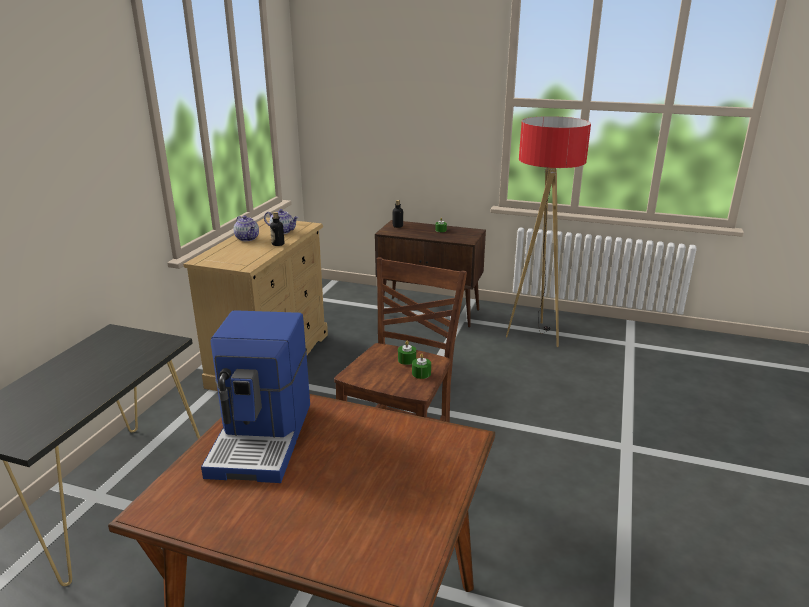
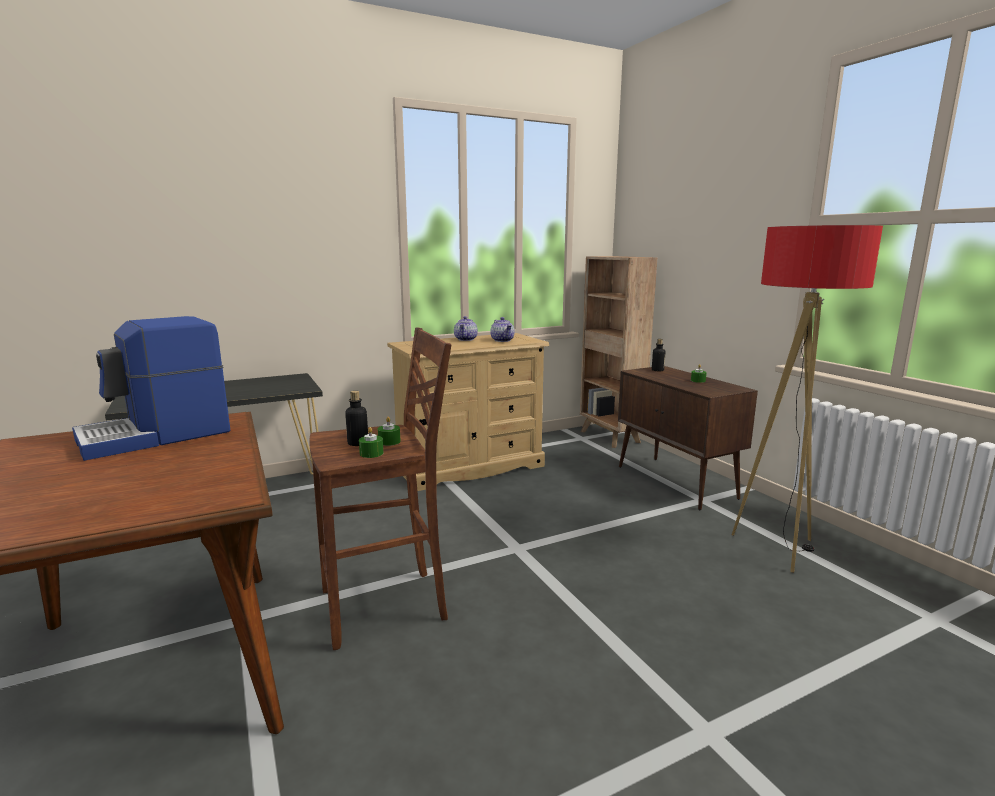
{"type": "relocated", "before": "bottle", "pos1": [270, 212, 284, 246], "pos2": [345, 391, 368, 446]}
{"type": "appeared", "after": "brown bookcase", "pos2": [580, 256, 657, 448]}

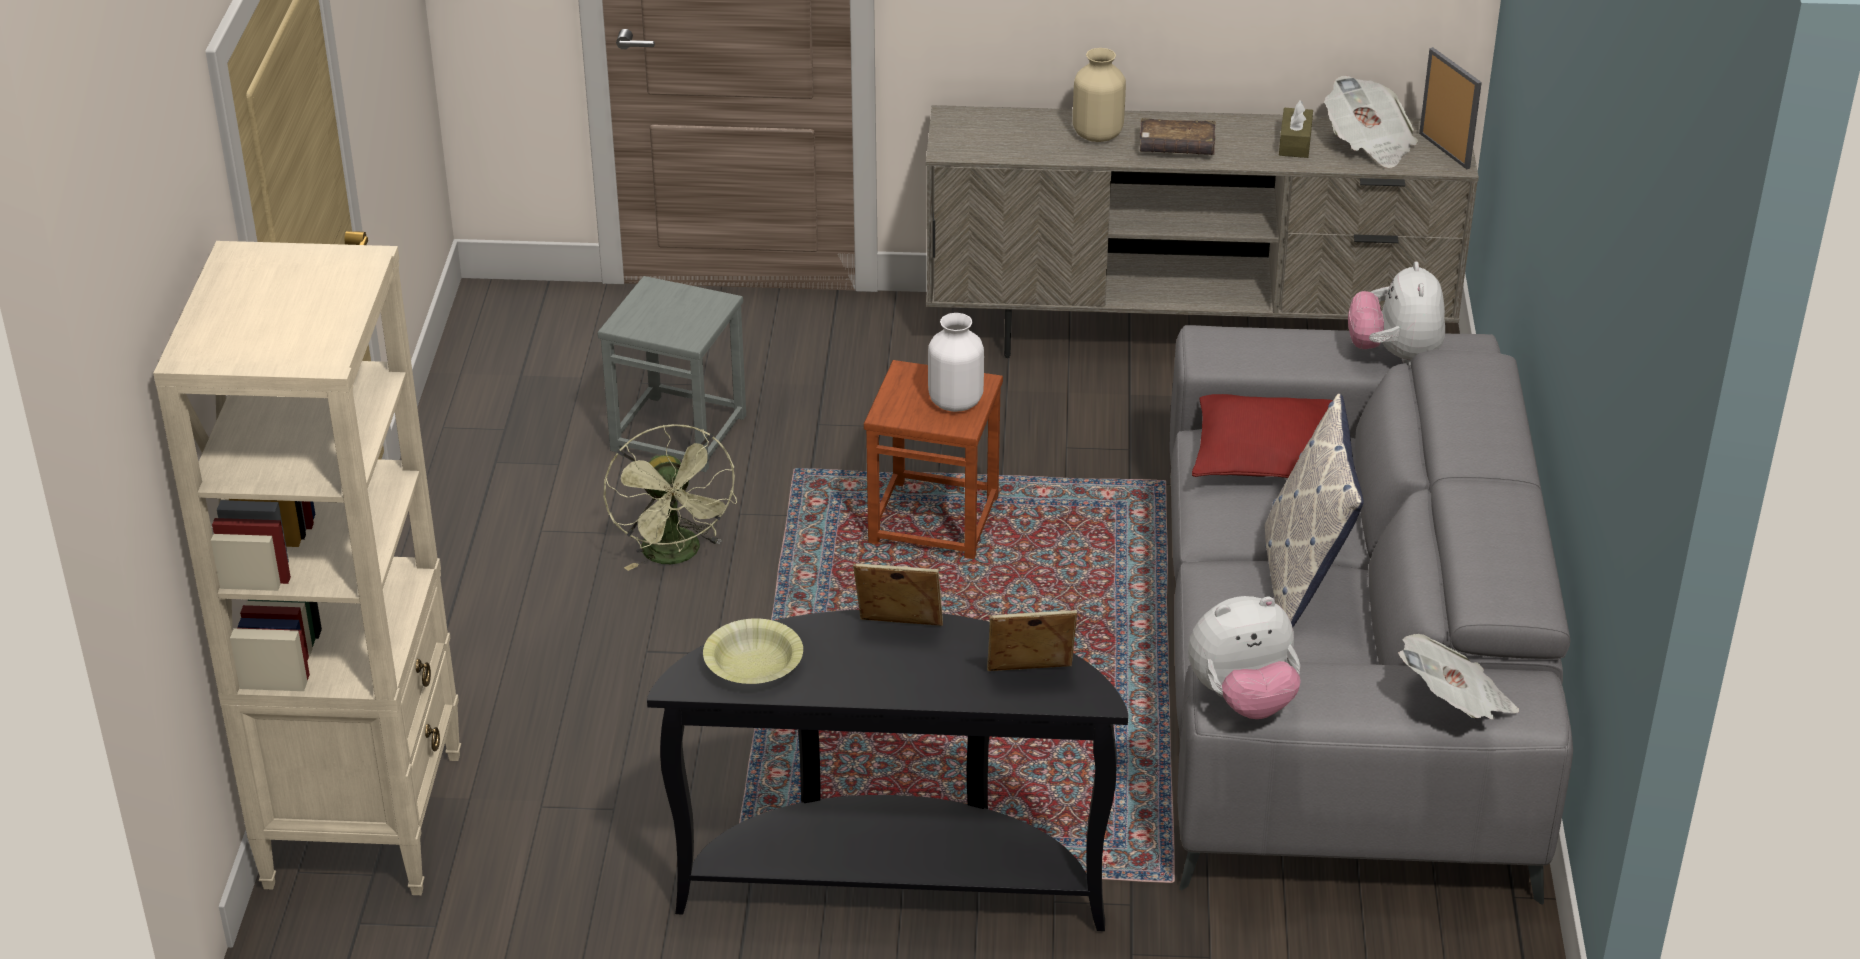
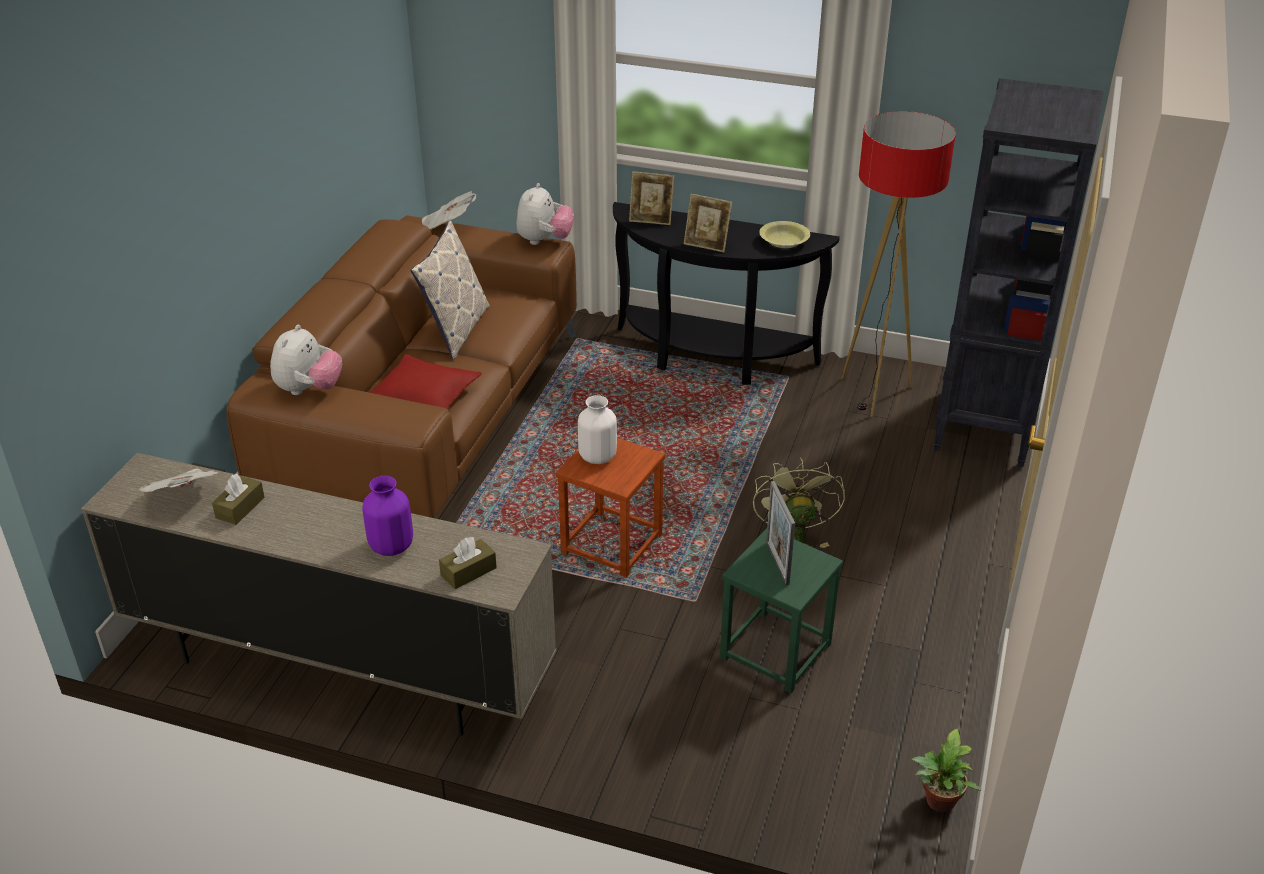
{"type": "relocated", "before": "picture frame", "pos1": [1419, 47, 1482, 169], "pos2": [766, 481, 795, 585]}
{"type": "colour", "before": "beige vase", "after": "purple vase", "pos1": [1073, 48, 1126, 142], "pos2": [362, 476, 413, 556]}
{"type": "missing", "before": "brown book", "pos1": [1140, 118, 1216, 155]}
{"type": "colour", "before": "beige bookcase", "after": "black bookcase", "pos1": [153, 241, 461, 895], "pos2": [934, 78, 1104, 467]}
{"type": "colour", "before": "grey stool", "after": "green stool", "pos1": [598, 276, 746, 472], "pos2": [720, 528, 843, 693]}
{"type": "colour", "before": "grey sofa", "after": "brown sofa", "pos1": [1169, 325, 1573, 905], "pos2": [227, 215, 577, 518]}
{"type": "spun", "before": "plush toy", "pos1": [1188, 596, 1301, 719], "pos2": [516, 183, 574, 245], "turn": 105}
{"type": "appeared", "after": "floor lamp", "pos2": [842, 111, 956, 417]}
{"type": "appeared", "after": "brown tissue box", "pos2": [439, 537, 497, 589]}
{"type": "appeared", "after": "potted plant", "pos2": [912, 728, 981, 812]}

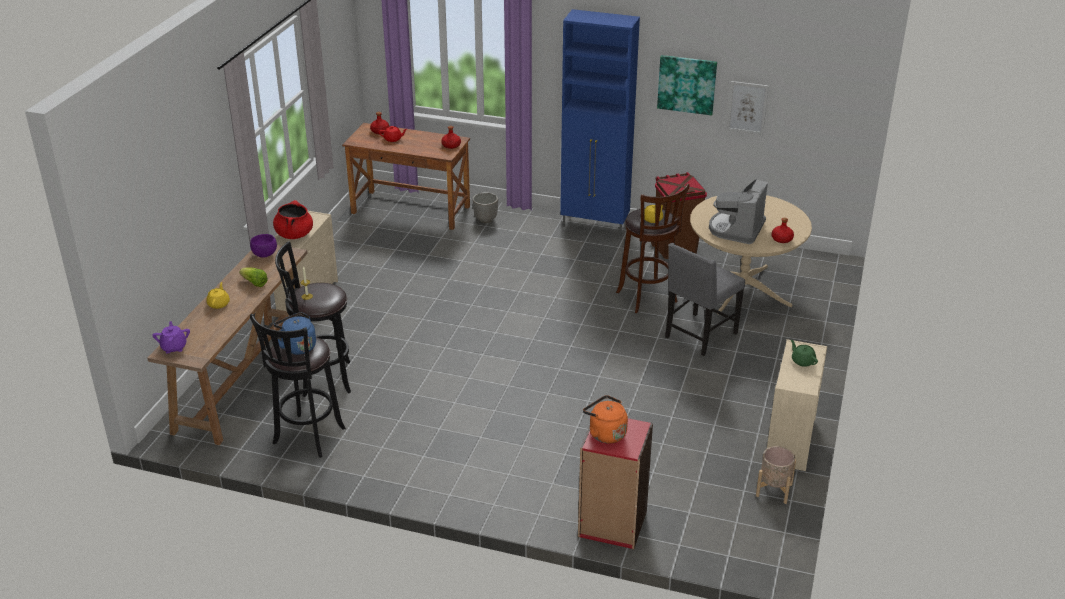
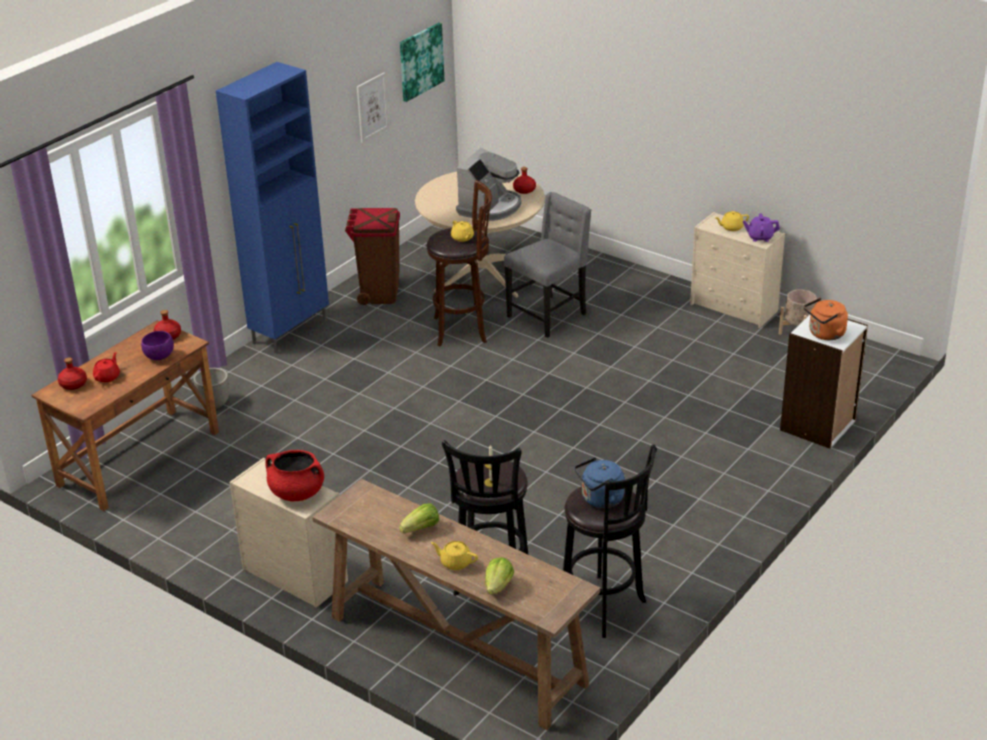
{"type": "relocated", "before": "picture", "pos1": [657, 55, 717, 115], "pos2": [400, 23, 444, 102]}
{"type": "spun", "before": "coffee machine", "pos1": [709, 179, 768, 244], "pos2": [456, 148, 521, 221], "turn": -105}
{"type": "relocated", "before": "purple bowl", "pos1": [250, 234, 277, 257], "pos2": [141, 331, 174, 360]}
{"type": "spun", "before": "grey chair", "pos1": [665, 243, 745, 356], "pos2": [504, 192, 591, 338], "turn": -105}
{"type": "relocated", "before": "purple teapot", "pos1": [152, 321, 190, 354], "pos2": [743, 213, 780, 242]}
{"type": "colour", "before": "green teapot", "after": "yellow teapot", "pos1": [791, 340, 818, 367], "pos2": [715, 211, 749, 231]}
{"type": "colour", "before": "red bookcase", "after": "white bookcase", "pos1": [578, 418, 653, 549], "pos2": [780, 315, 868, 449]}
{"type": "appeared", "after": "lettuce", "pos2": [485, 557, 514, 594]}

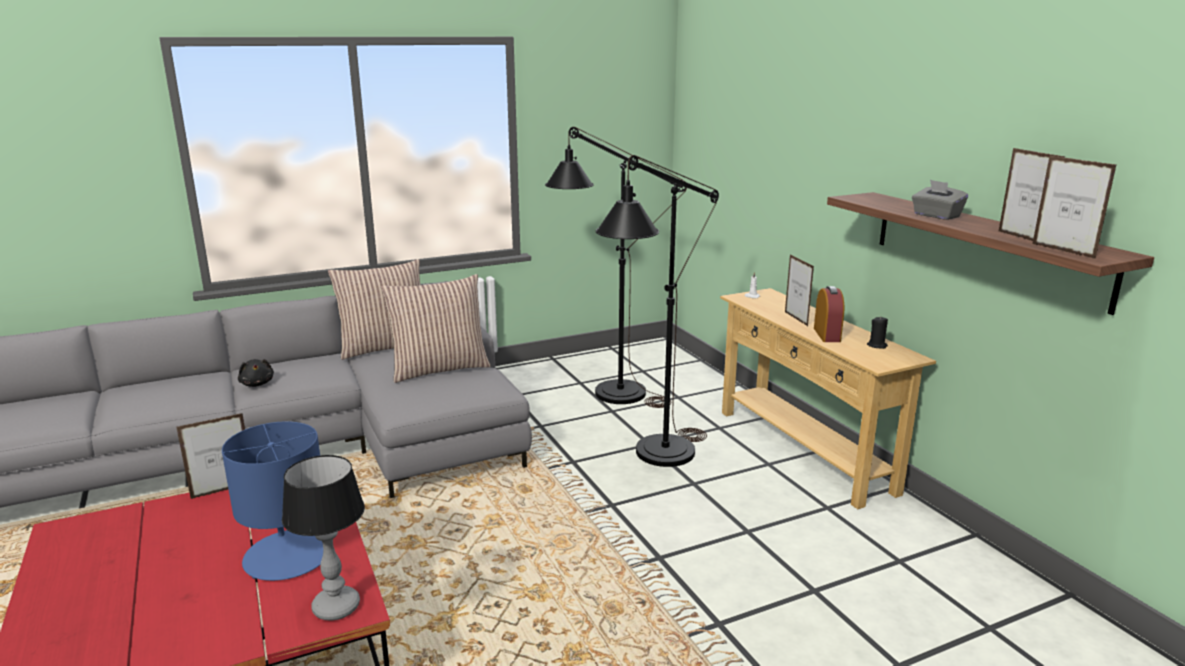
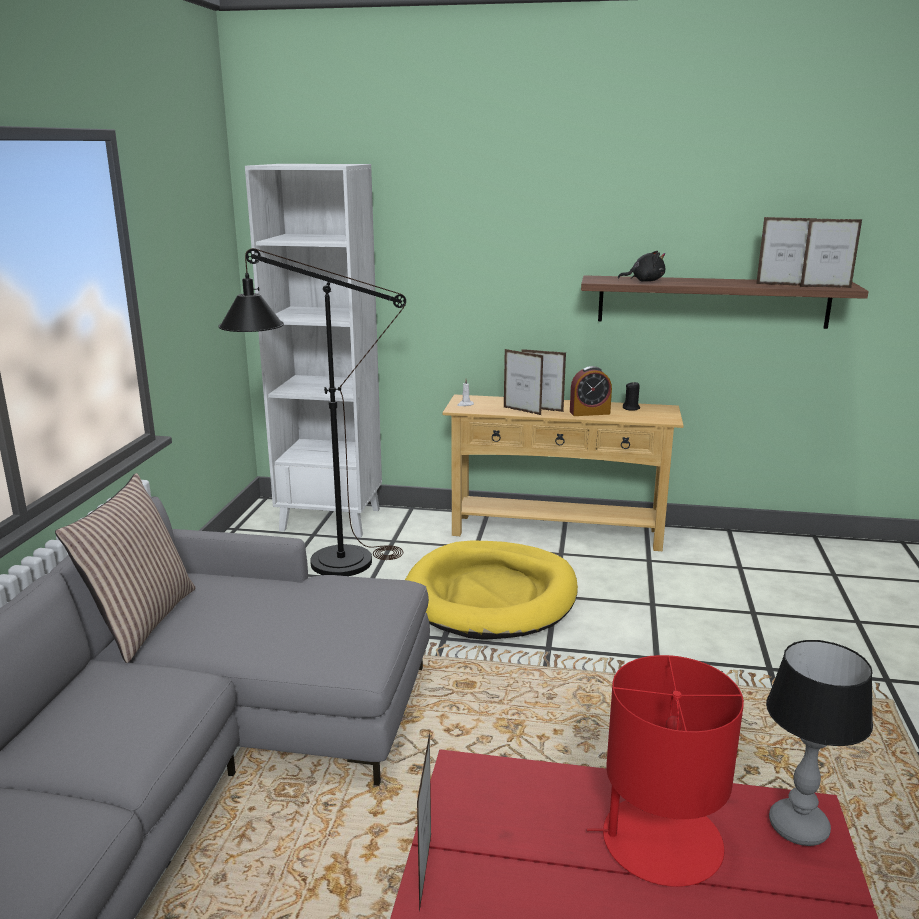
{"type": "exchanged", "before": "black floor lamp", "after": "yellow dog bed", "pos1": [596, 155, 719, 467], "pos2": [405, 541, 578, 640]}
{"type": "missing", "before": "grey tissue box", "pos1": [912, 180, 968, 220]}
{"type": "missing", "before": "pillow", "pos1": [381, 274, 491, 383]}
{"type": "spun", "before": "alarm clock", "pos1": [814, 286, 844, 342], "pos2": [570, 366, 612, 416], "turn": 135}
{"type": "relocated", "before": "black plush toy", "pos1": [238, 359, 274, 387], "pos2": [618, 251, 665, 282]}
{"type": "colour", "before": "blue table lamp", "after": "red table lamp", "pos1": [222, 421, 323, 581], "pos2": [587, 655, 744, 887]}
{"type": "appeared", "after": "white bookcase", "pos2": [245, 164, 382, 537]}
{"type": "appeared", "after": "picture frame", "pos2": [504, 349, 544, 415]}

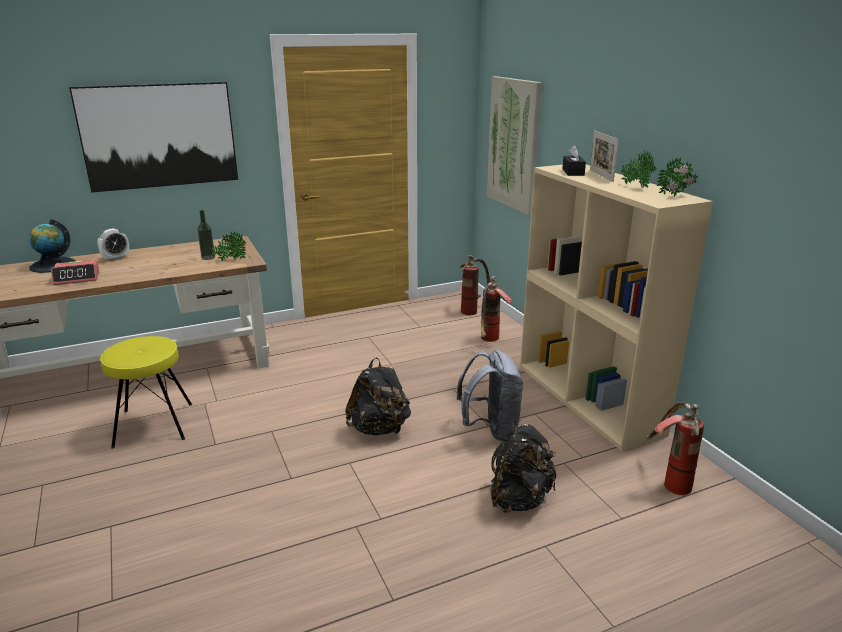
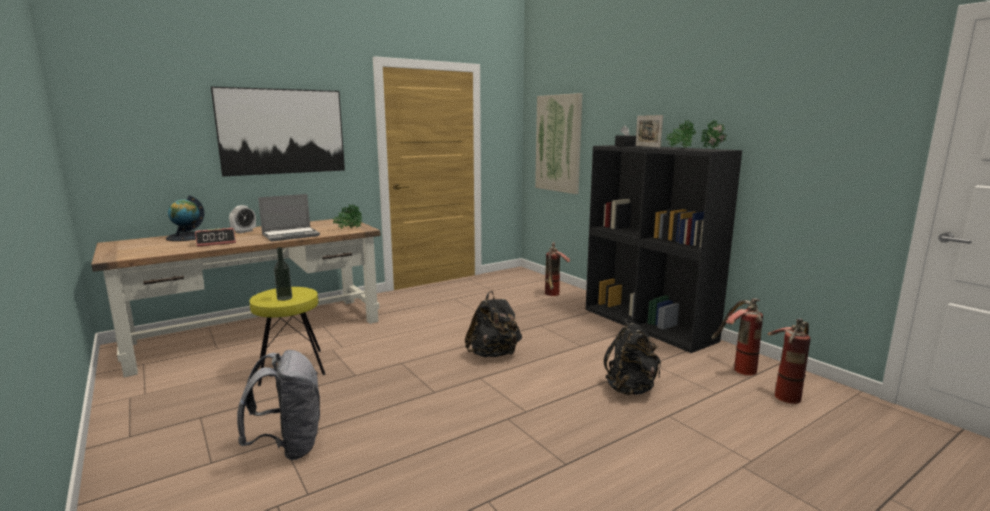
{"type": "colour", "before": "beige bookcase", "after": "black bookcase", "pos1": [520, 165, 713, 451], "pos2": [586, 145, 742, 353]}
{"type": "relocated", "before": "bottle", "pos1": [197, 210, 215, 260], "pos2": [274, 247, 292, 301]}
{"type": "relocated", "before": "fire extinguisher", "pos1": [459, 255, 490, 315], "pos2": [768, 318, 811, 404]}
{"type": "relocated", "before": "grey backpack", "pos1": [457, 350, 523, 441], "pos2": [237, 350, 320, 460]}
{"type": "appeared", "after": "laptop", "pos2": [258, 194, 320, 242]}

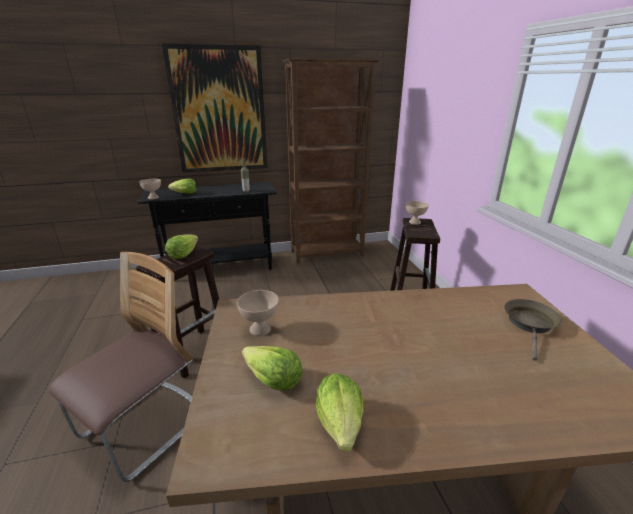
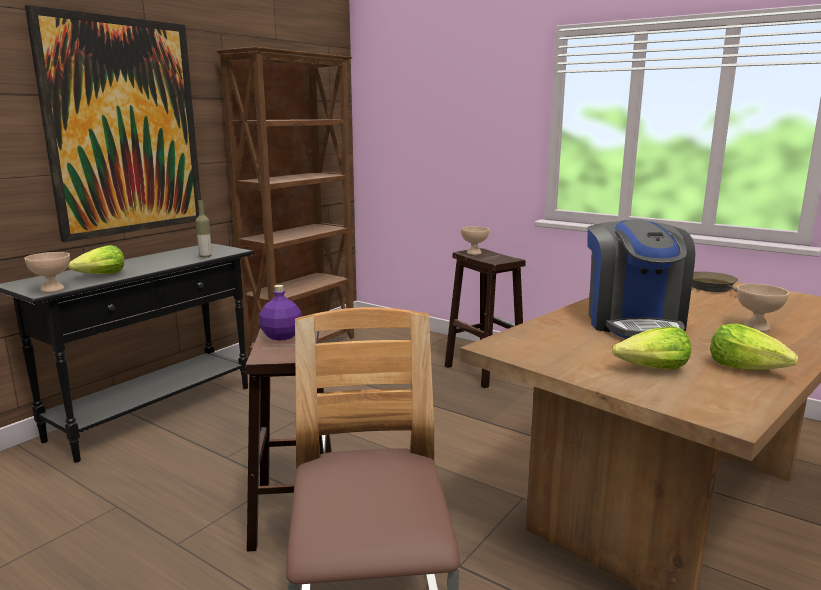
{"type": "exchanged", "before": "lettuce", "after": "purple bottle", "pos1": [165, 234, 198, 259], "pos2": [259, 285, 302, 341]}
{"type": "relocated", "before": "beige bowl", "pos1": [237, 290, 279, 336], "pos2": [737, 284, 789, 332]}
{"type": "appeared", "after": "coffee machine", "pos2": [588, 219, 695, 339]}

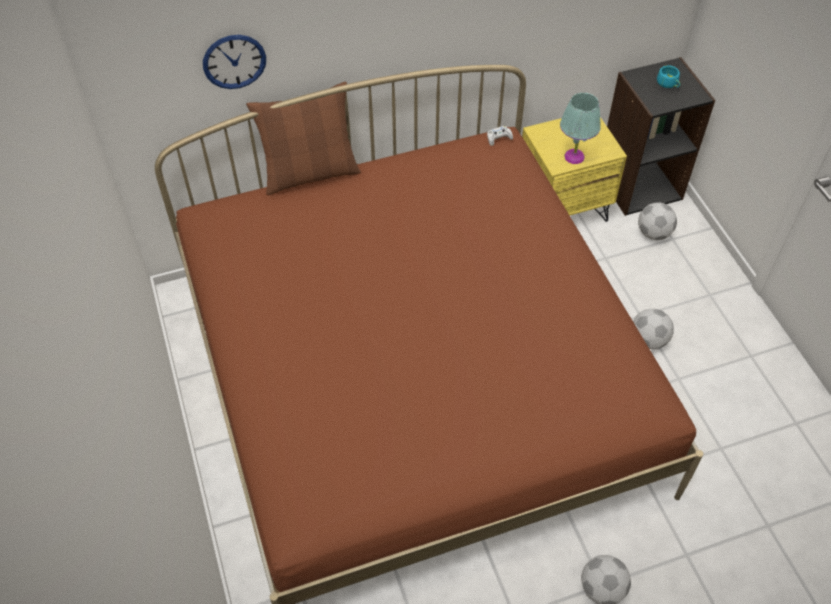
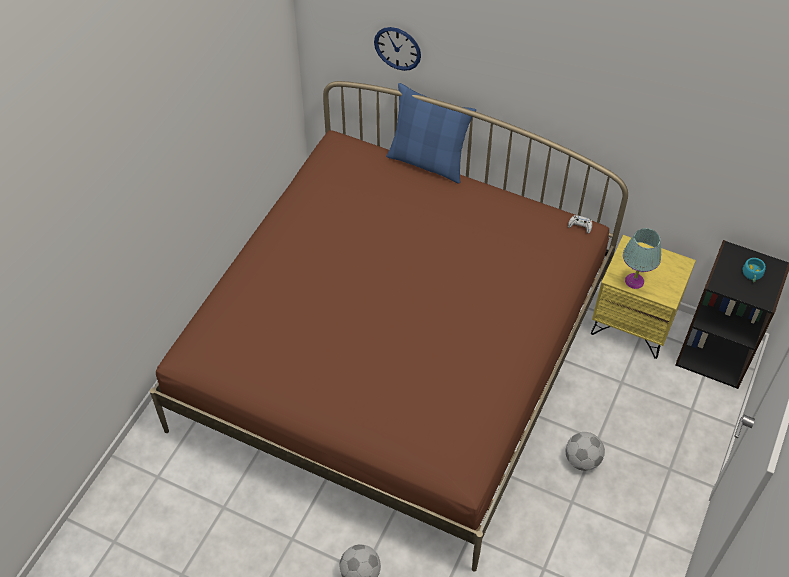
{"type": "colour", "before": "brown pillow", "after": "blue pillow", "pos1": [246, 82, 361, 195], "pos2": [386, 83, 476, 184]}
{"type": "missing", "before": "football", "pos1": [638, 203, 677, 240]}

